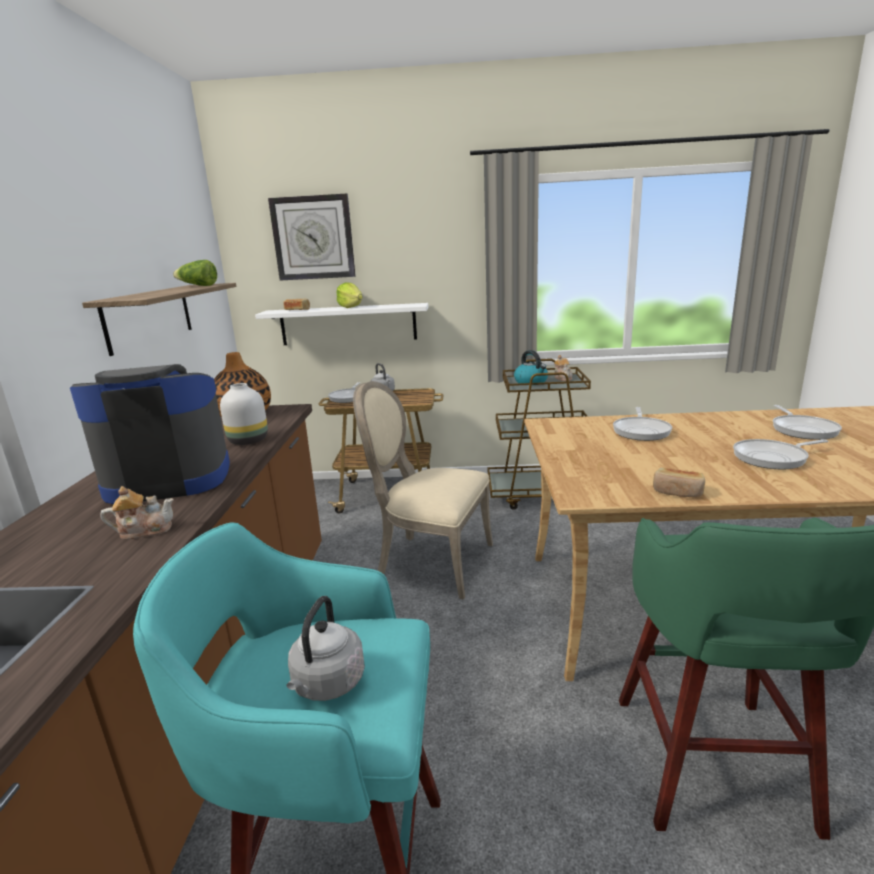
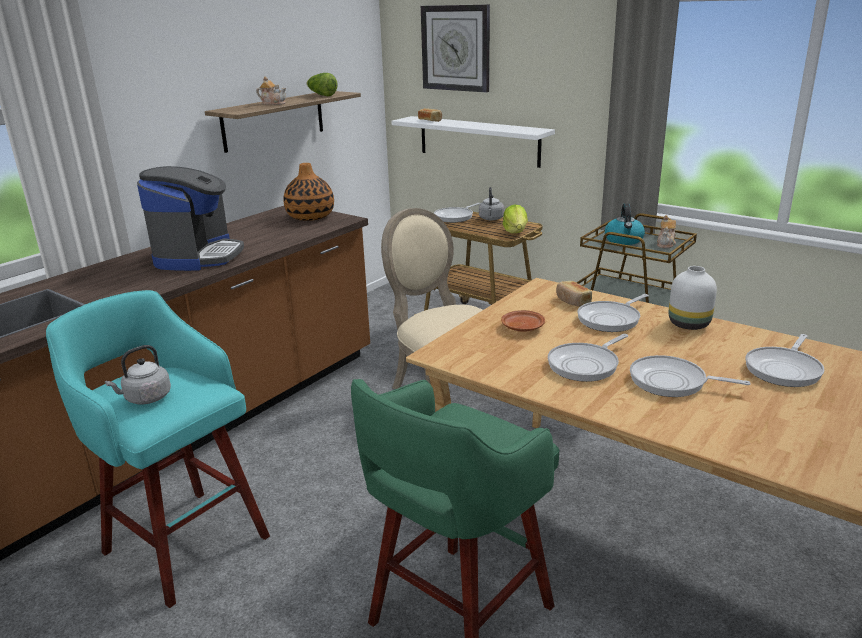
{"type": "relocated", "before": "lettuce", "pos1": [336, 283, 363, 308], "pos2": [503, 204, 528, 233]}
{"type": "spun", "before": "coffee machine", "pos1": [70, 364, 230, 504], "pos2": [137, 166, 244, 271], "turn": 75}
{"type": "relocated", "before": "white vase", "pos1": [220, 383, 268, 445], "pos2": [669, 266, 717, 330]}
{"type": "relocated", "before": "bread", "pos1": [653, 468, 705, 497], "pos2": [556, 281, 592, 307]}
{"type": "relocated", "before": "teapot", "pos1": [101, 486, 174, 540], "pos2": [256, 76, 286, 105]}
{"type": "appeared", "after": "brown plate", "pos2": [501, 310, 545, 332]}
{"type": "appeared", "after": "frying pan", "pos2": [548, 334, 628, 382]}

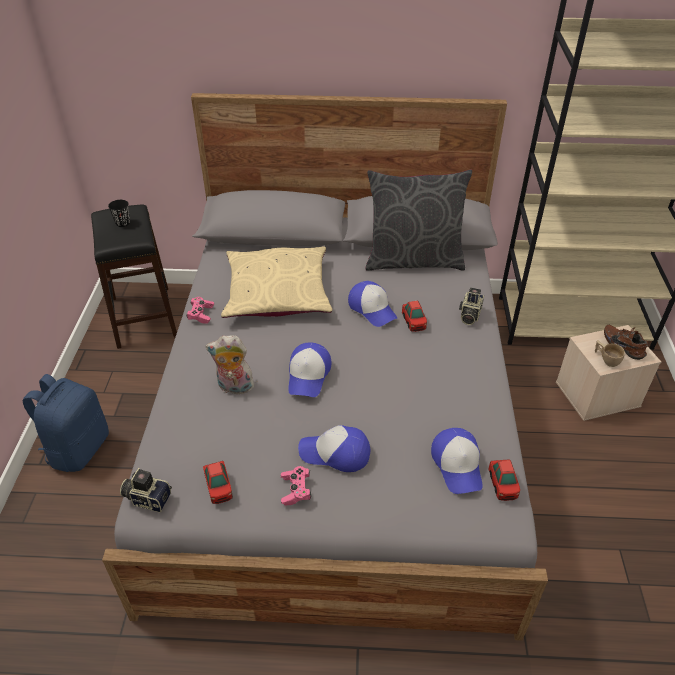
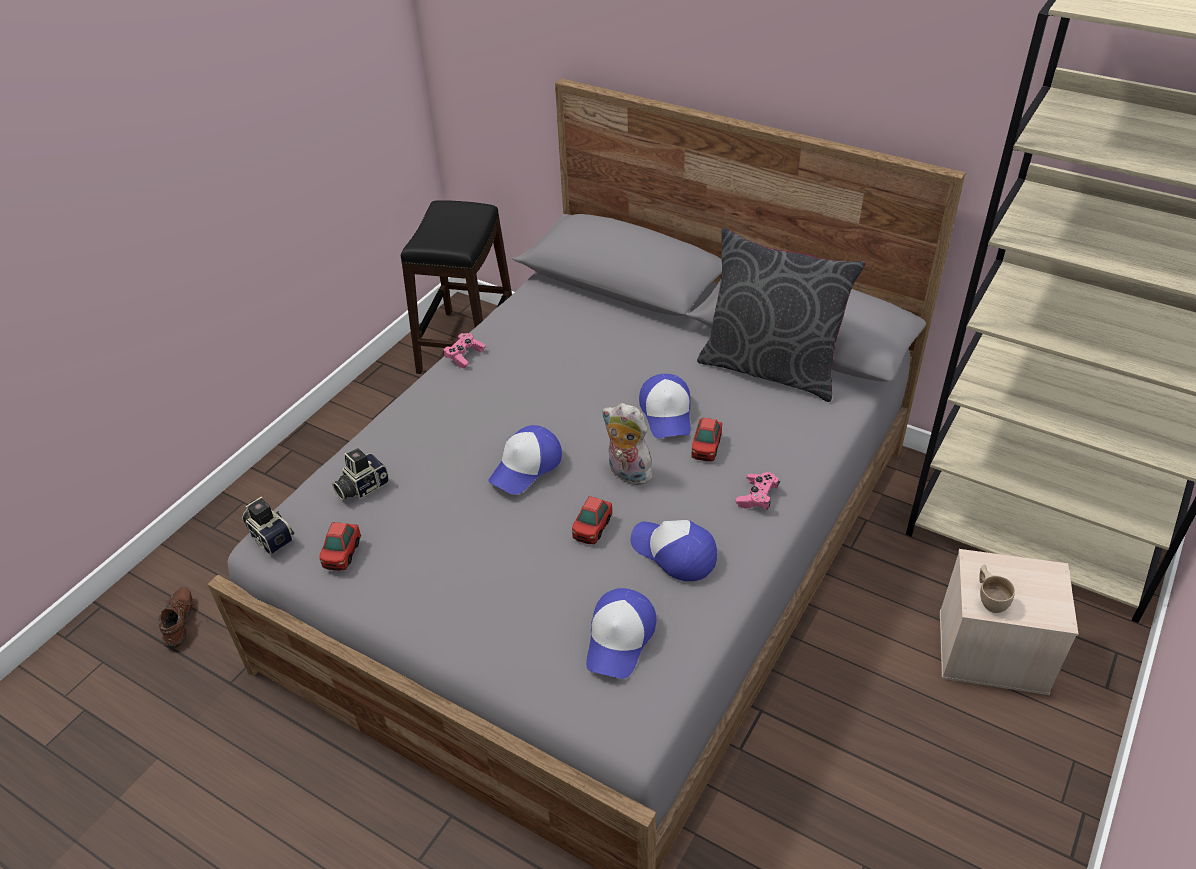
{"type": "missing", "before": "black cup", "pos1": [108, 200, 130, 227]}
{"type": "missing", "before": "beige pillow", "pos1": [221, 246, 332, 318]}
{"type": "relocated", "before": "photo camera", "pos1": [459, 288, 484, 325], "pos2": [332, 448, 389, 500]}
{"type": "relocated", "before": "brown shoe", "pos1": [604, 325, 648, 360], "pos2": [159, 587, 195, 648]}
{"type": "relocated", "before": "plush toy", "pos1": [205, 335, 256, 395], "pos2": [602, 403, 658, 486]}
{"type": "missing", "before": "blue backpack", "pos1": [23, 374, 109, 472]}
{"type": "relocated", "before": "cap", "pos1": [298, 425, 371, 472], "pos2": [630, 520, 717, 581]}
{"type": "relocated", "before": "toy car", "pos1": [488, 459, 520, 501], "pos2": [572, 496, 612, 544]}
{"type": "relocated", "before": "pink game controller", "pos1": [281, 466, 311, 506], "pos2": [736, 472, 780, 510]}

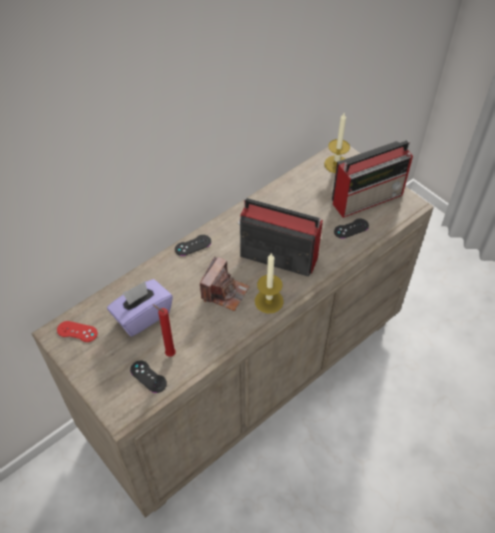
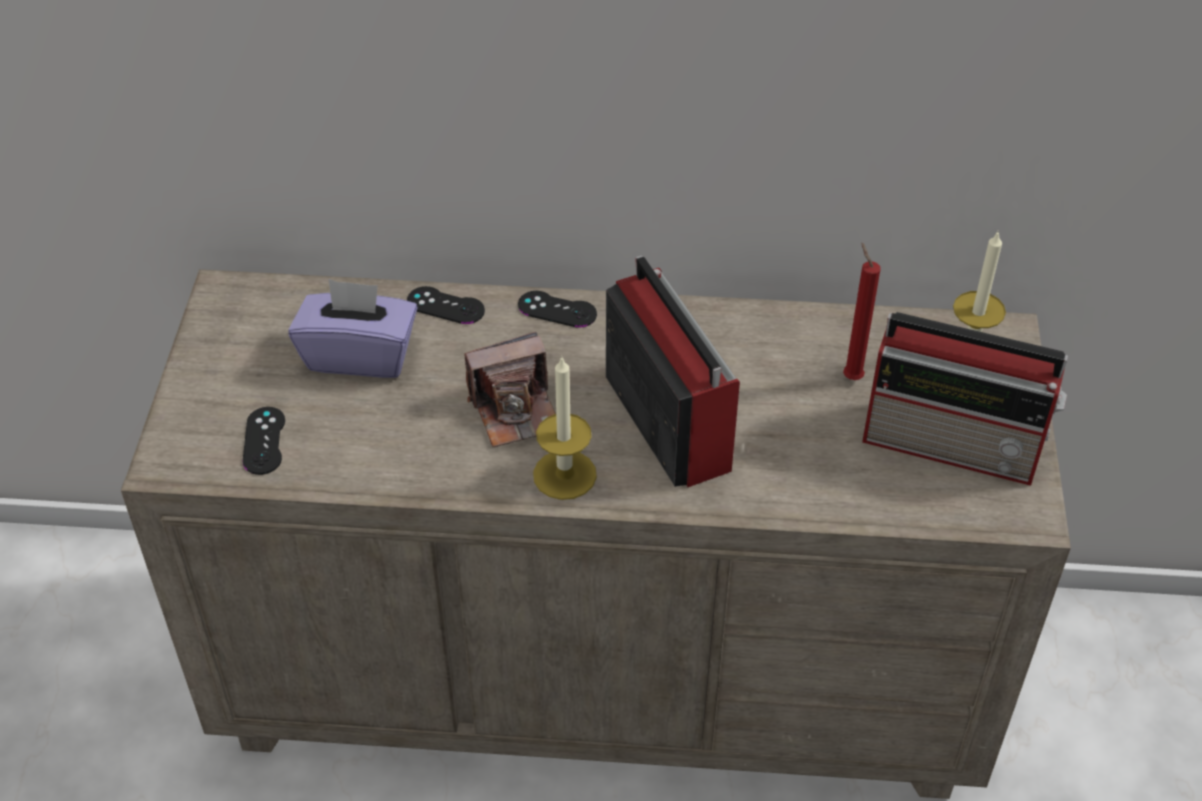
{"type": "relocated", "before": "black game controller", "pos1": [334, 219, 369, 238], "pos2": [407, 286, 485, 324]}
{"type": "relocated", "before": "red candle", "pos1": [152, 304, 176, 357], "pos2": [843, 243, 881, 380]}
{"type": "missing", "before": "red game controller", "pos1": [57, 321, 98, 342]}

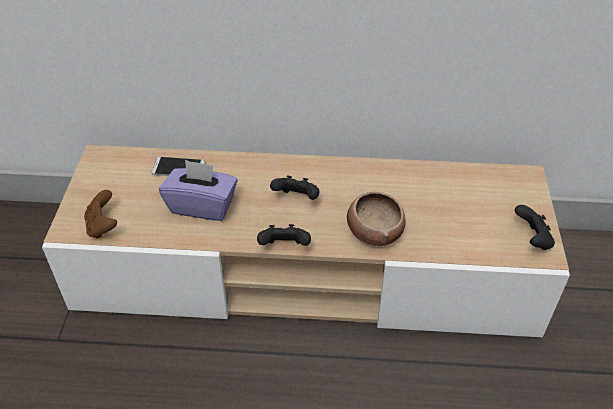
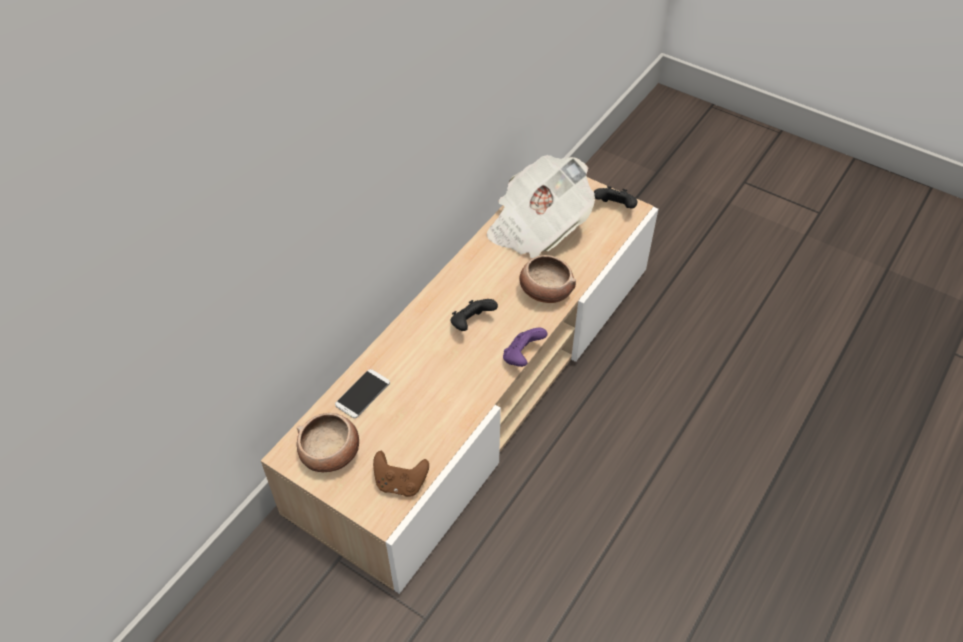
{"type": "missing", "before": "purple tissue box", "pos1": [159, 160, 238, 221]}
{"type": "colour", "before": "black game controller", "after": "purple game controller", "pos1": [257, 224, 311, 246], "pos2": [503, 328, 548, 367]}
{"type": "appeared", "after": "newspaper", "pos2": [486, 155, 595, 259]}
{"type": "appeared", "after": "bowl", "pos2": [297, 413, 359, 473]}

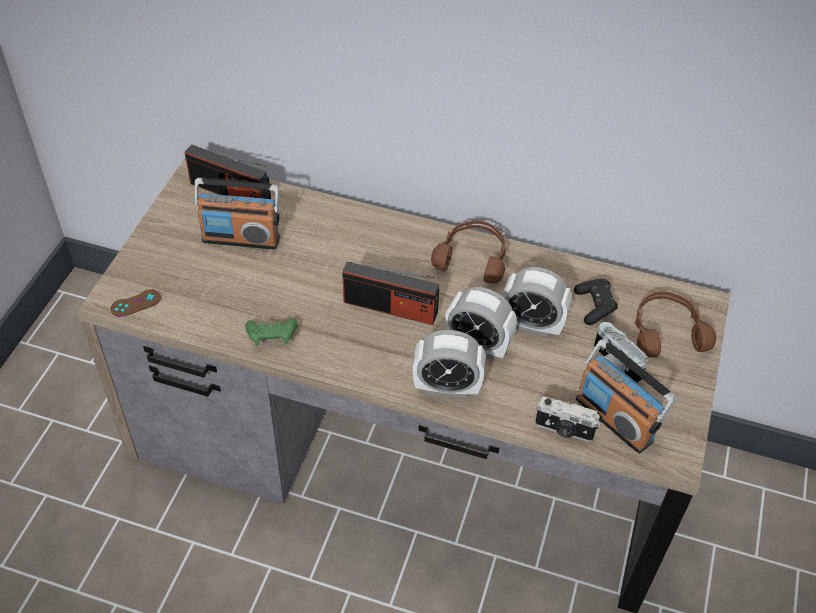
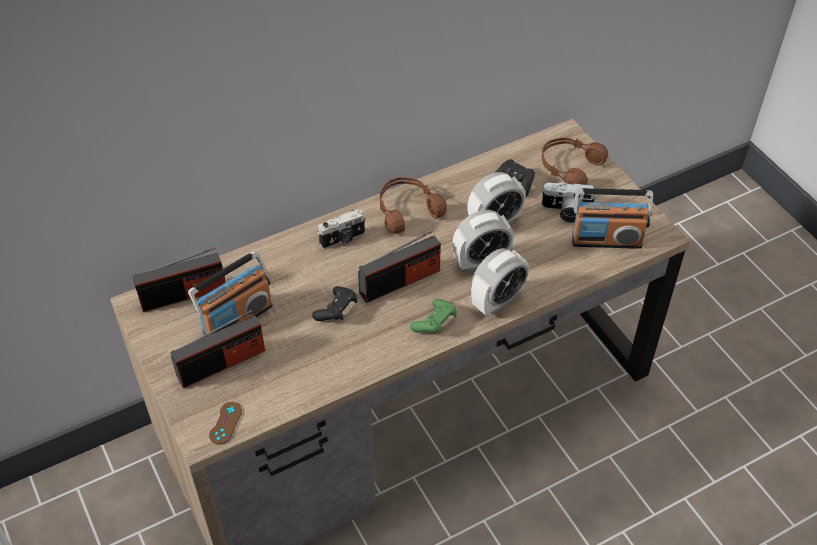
{"type": "relocated", "before": "green game controller", "pos1": [245, 318, 298, 346], "pos2": [410, 298, 457, 334]}
{"type": "relocated", "before": "photo camera", "pos1": [535, 396, 601, 442], "pos2": [317, 209, 365, 249]}
{"type": "appeared", "after": "black game controller", "pos2": [312, 286, 357, 321]}
{"type": "appeared", "after": "radio", "pos2": [171, 310, 265, 389]}

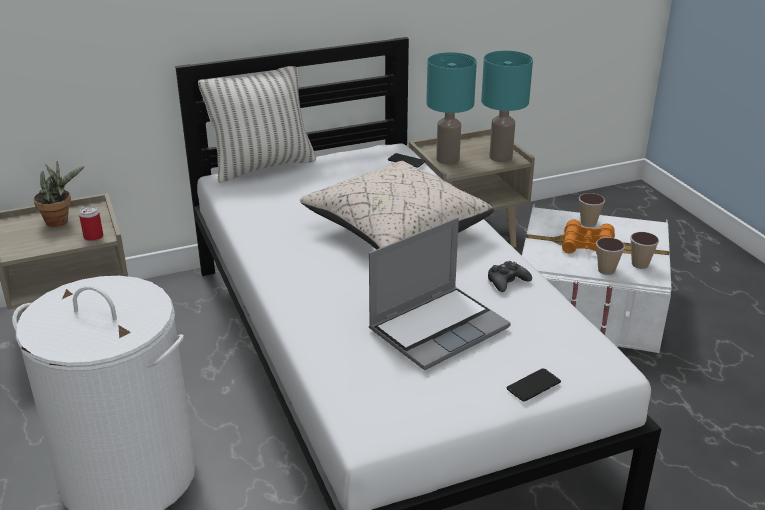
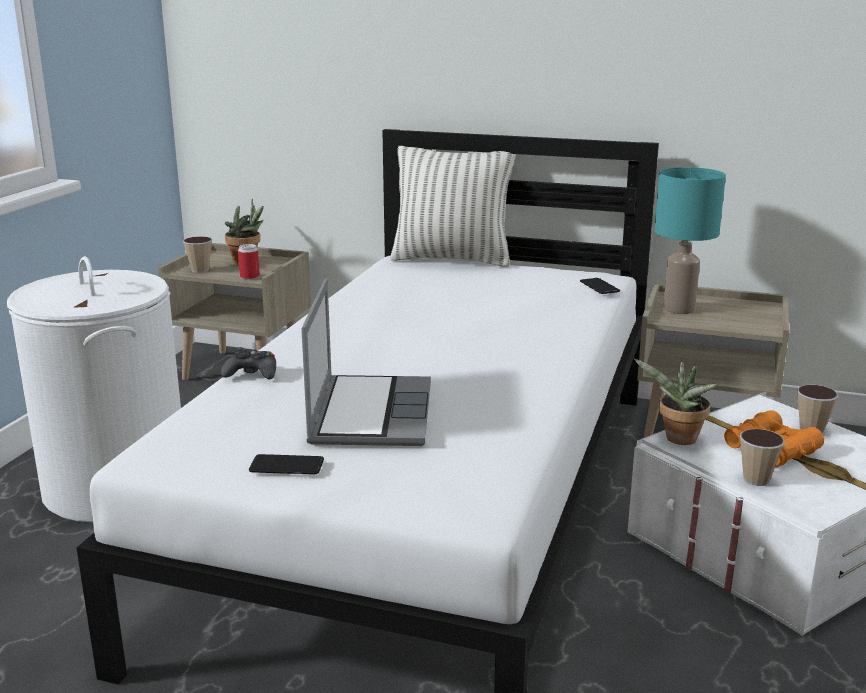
{"type": "missing", "before": "turquoise table lamp", "pos1": [481, 51, 533, 162]}
{"type": "missing", "before": "beige pillow", "pos1": [300, 161, 494, 250]}
{"type": "spun", "before": "laptop", "pos1": [369, 217, 511, 370], "pos2": [301, 278, 431, 446], "turn": -90}
{"type": "relocated", "before": "cup", "pos1": [630, 232, 659, 269], "pos2": [183, 236, 213, 273]}
{"type": "relocated", "before": "black game controller", "pos1": [488, 261, 532, 292], "pos2": [221, 347, 276, 379]}
{"type": "relocated", "before": "phone", "pos1": [507, 369, 561, 402], "pos2": [249, 454, 324, 475]}
{"type": "appeared", "after": "potted plant", "pos2": [634, 359, 719, 445]}

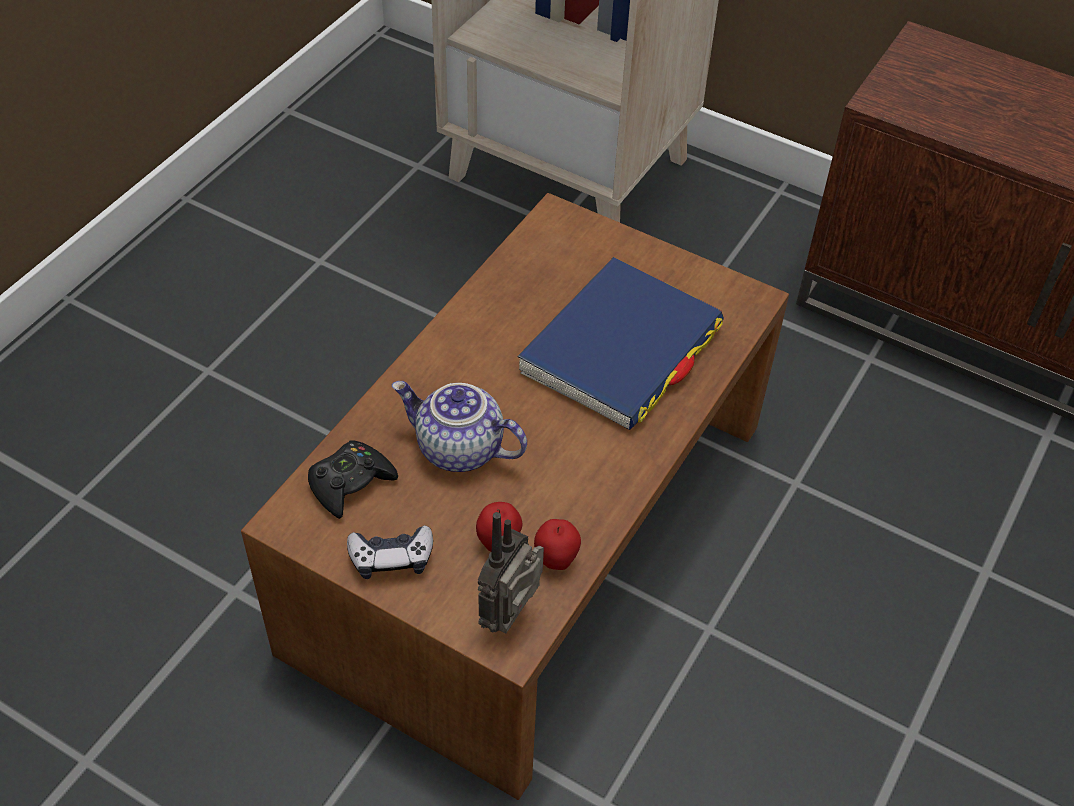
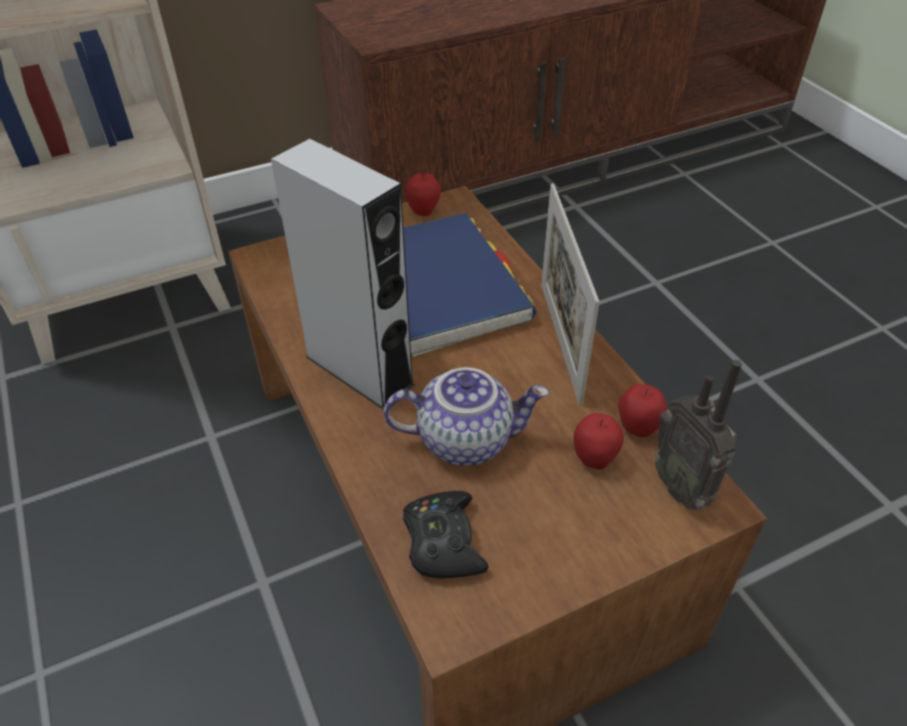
{"type": "spun", "before": "teapot", "pos1": [392, 381, 527, 472], "pos2": [384, 367, 549, 466], "turn": -150}
{"type": "missing", "before": "game controller", "pos1": [347, 525, 433, 579]}
{"type": "appeared", "after": "grey speaker", "pos2": [271, 139, 415, 410]}
{"type": "appeared", "after": "apple", "pos2": [405, 172, 441, 216]}
{"type": "appeared", "after": "picture frame", "pos2": [541, 183, 600, 405]}

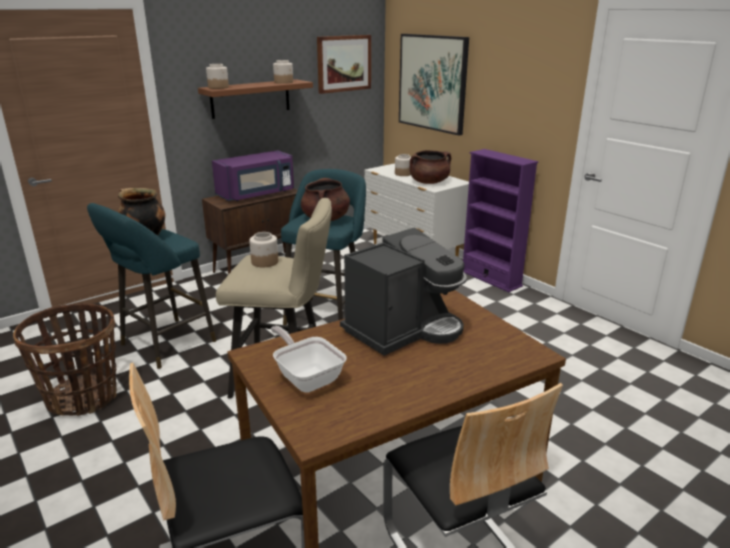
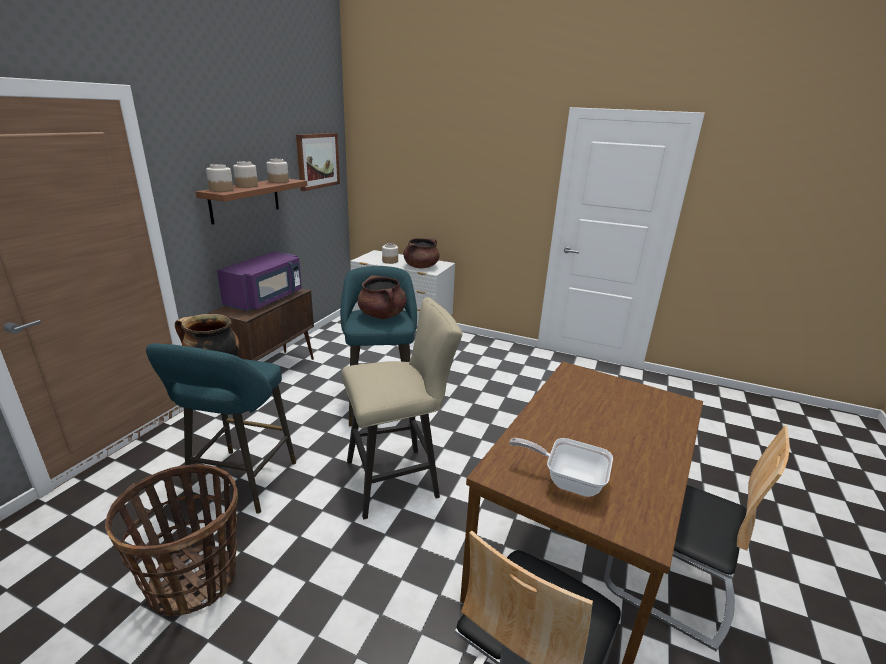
{"type": "missing", "before": "picture", "pos1": [399, 34, 469, 136]}
{"type": "missing", "before": "purple bookcase", "pos1": [463, 149, 538, 292]}
{"type": "missing", "before": "coffee machine", "pos1": [340, 227, 467, 356]}
{"type": "relocated", "before": "jar", "pos1": [249, 232, 278, 267], "pos2": [233, 161, 258, 188]}

